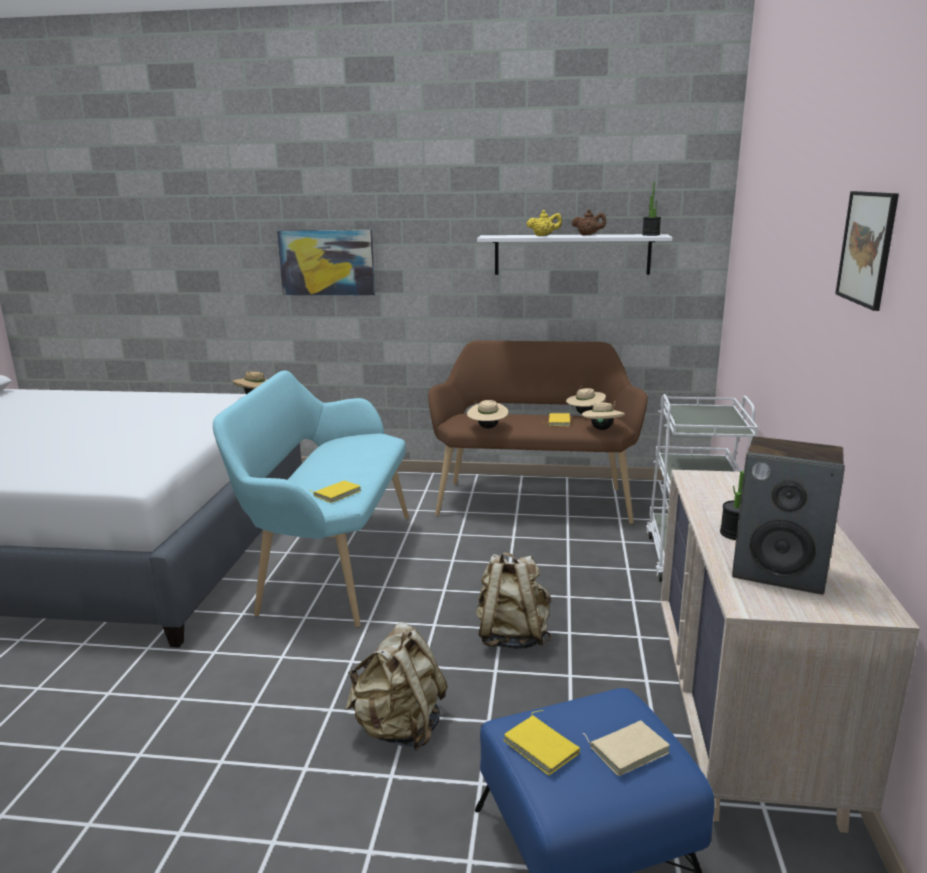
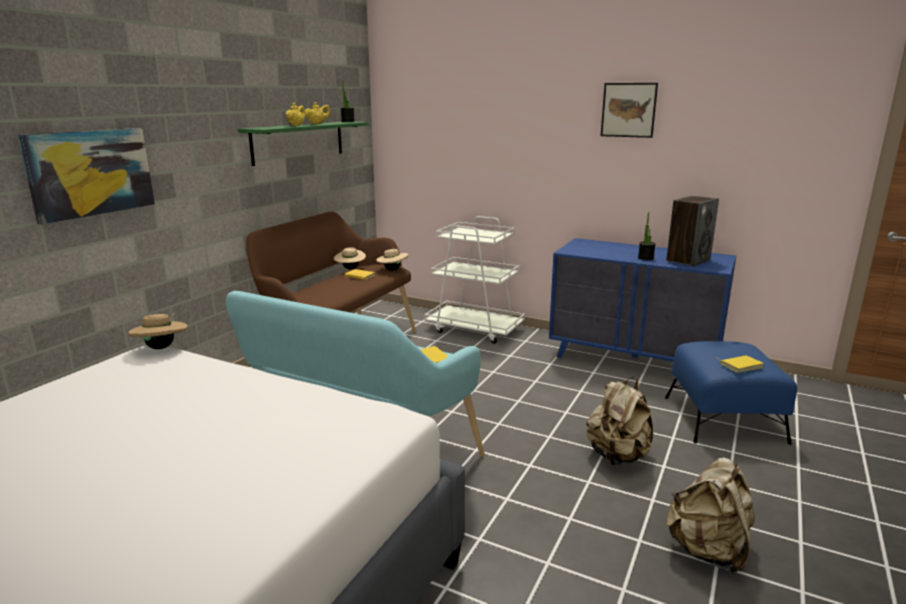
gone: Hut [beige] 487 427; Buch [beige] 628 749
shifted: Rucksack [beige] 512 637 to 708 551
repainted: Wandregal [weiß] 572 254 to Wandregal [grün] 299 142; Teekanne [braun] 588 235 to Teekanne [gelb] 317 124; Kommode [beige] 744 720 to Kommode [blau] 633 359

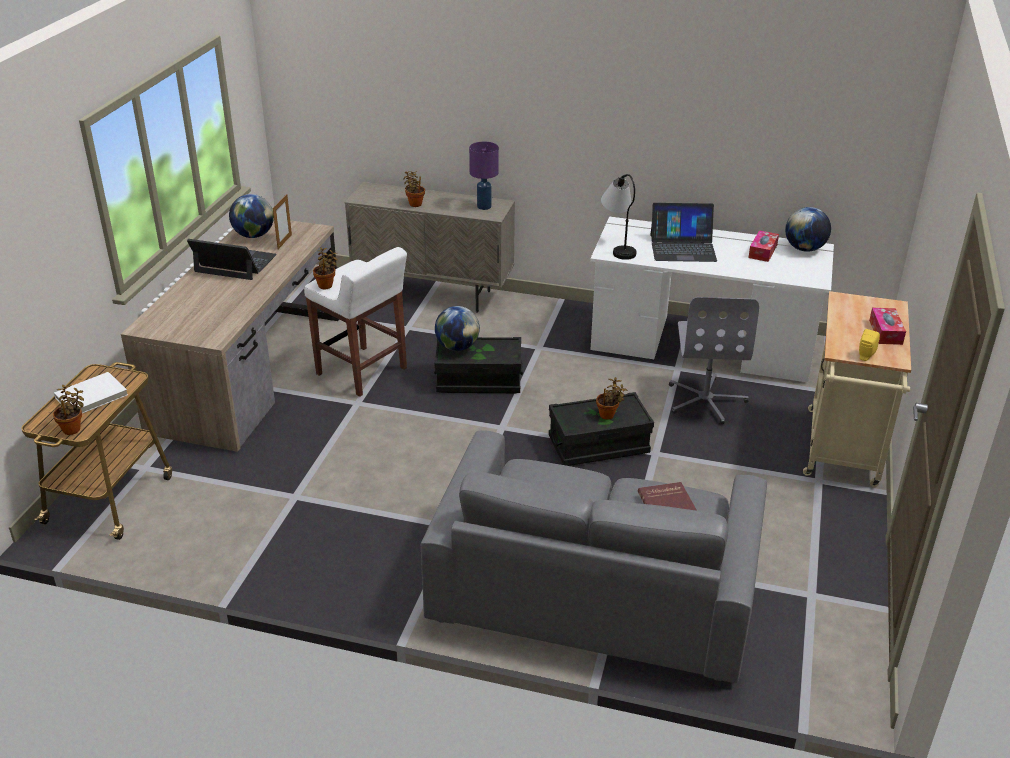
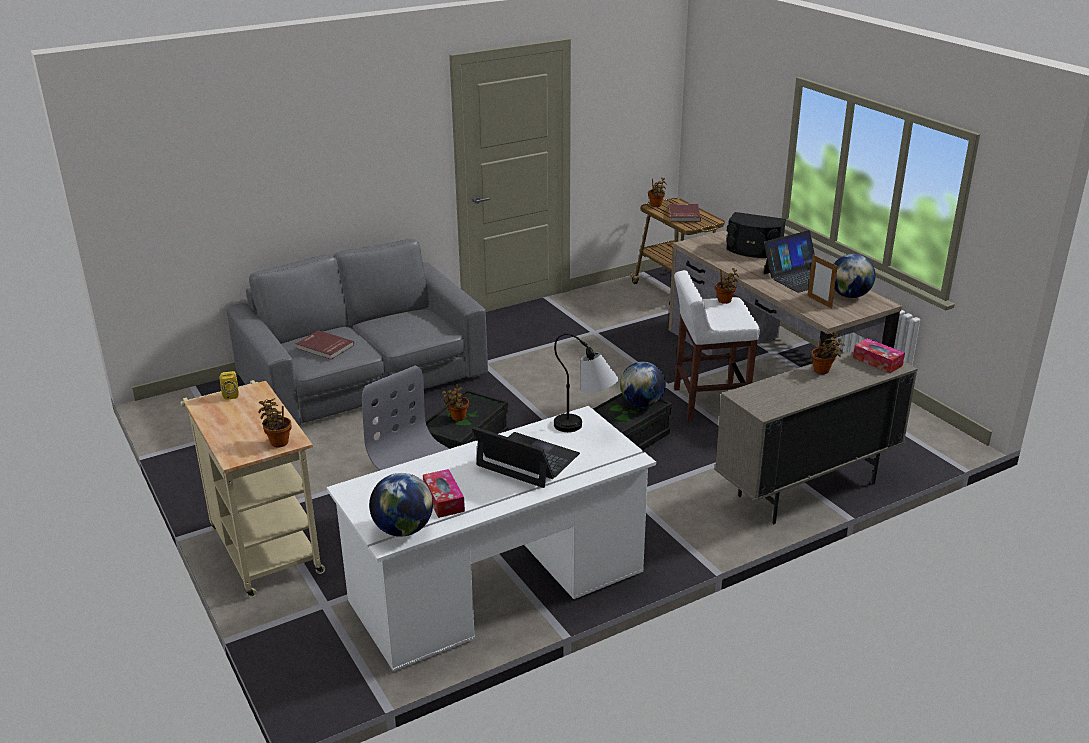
gone: Tischlampe [lila] 484 206
new: Topfpflanze 278 442; Lautsprecher [schwarz] 753 250
shifted: Taschentuchbox 885 332 to 877 362
repainted: Buch [weiß] 92 397 to Buch [rot] 683 214
rotated: Laptop 682 248 = 527 460 75 degrees clockwise

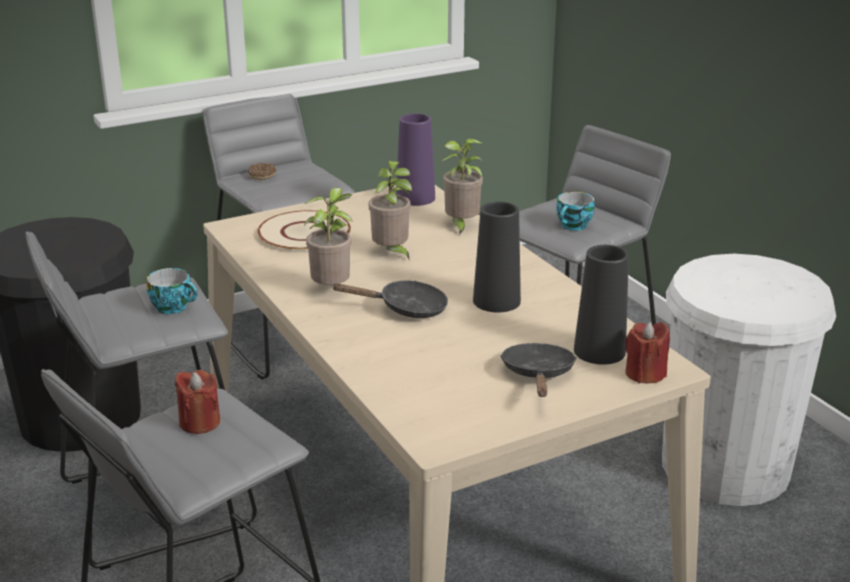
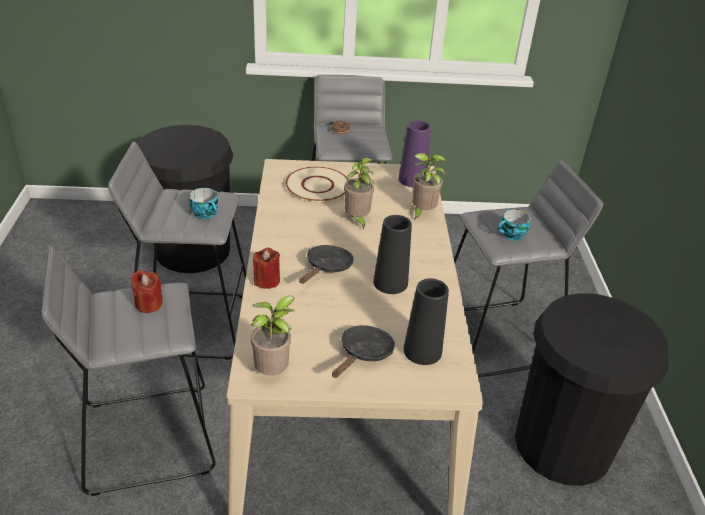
shifted: Topfpflanze 332 290 to 274 372; Kerze [rot] 645 374 to 267 281
repainted: Mülleimer [weiß] 725 466 to Mülleimer [schwarz] 563 444
rotated: Pfanne [schwarz] 406 309 = 327 267 90 degrees counterclockwise

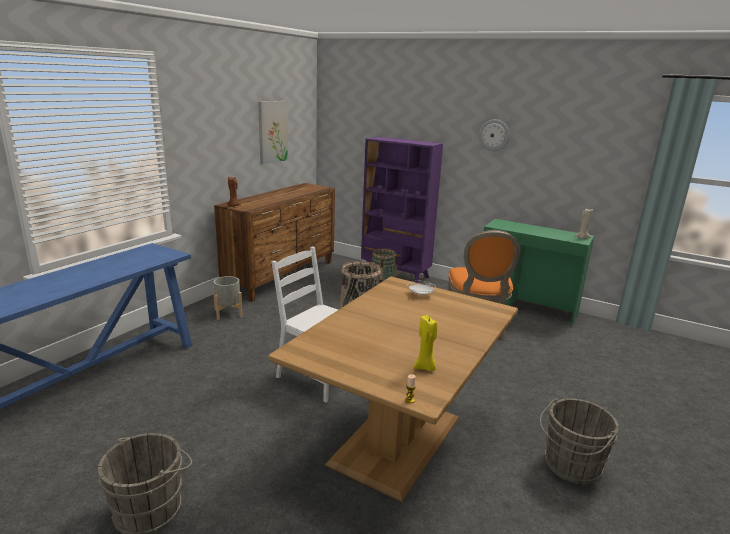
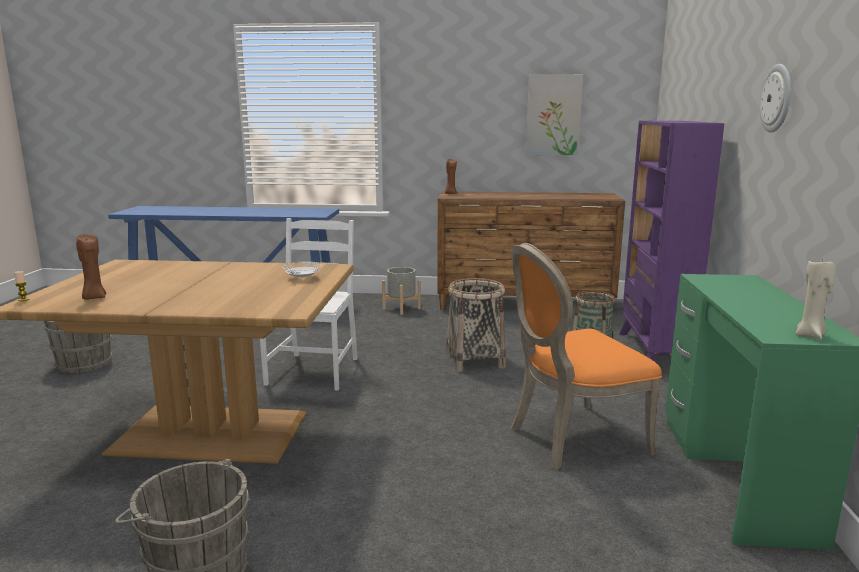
repainted: Kerze [gelb] 425 367 to Kerze [braun] 94 298

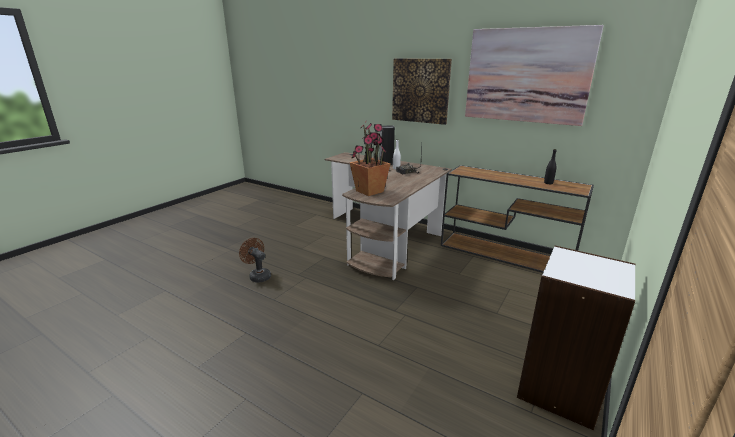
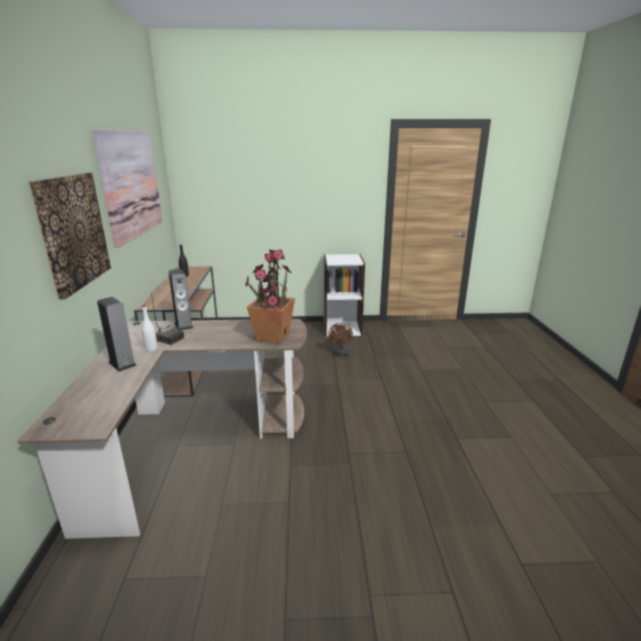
new: Lautsprecher 183 325
shifted: Ventilator [braun] 258 276 to 340 353

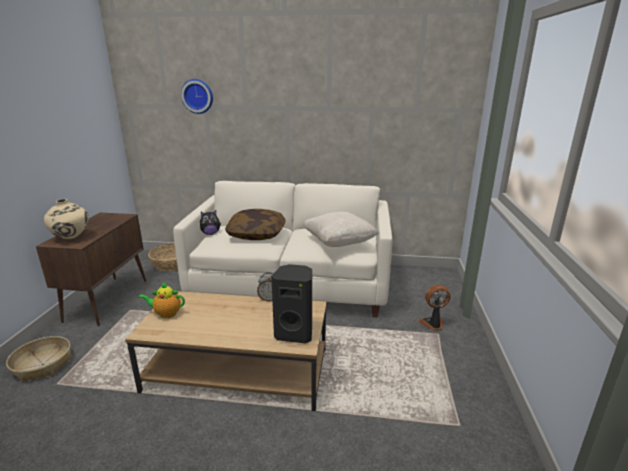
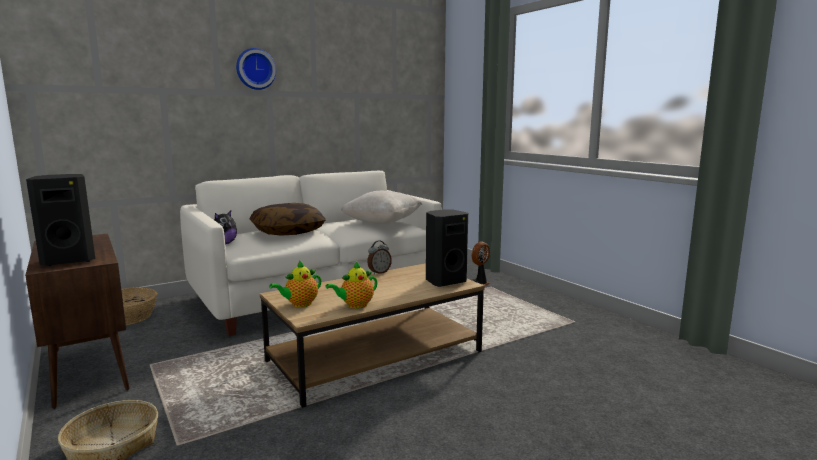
new: Teekanne 355 305
shifted: Wanduhr 198 96 to 255 69
swapped: Vase [beige] 72 238 to Lautsprecher [schwarz] 69 260

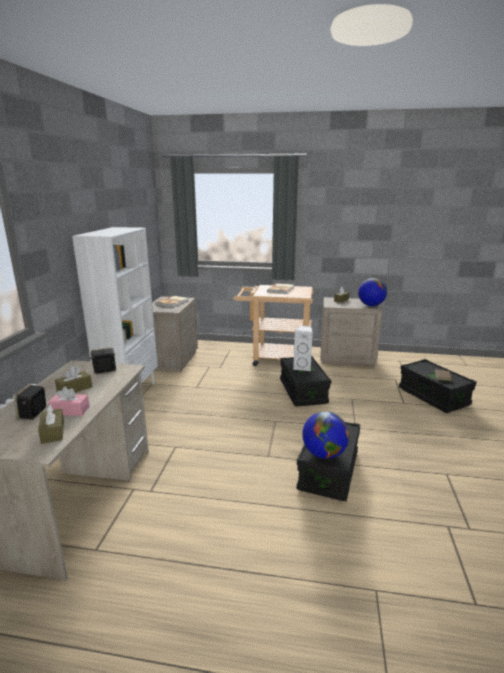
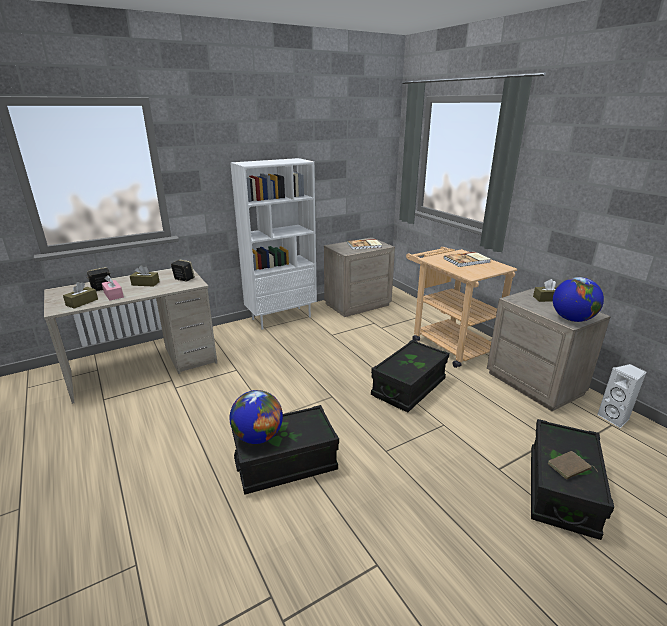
shifted: Lautsprecher [weiß] 302 367 to 615 418

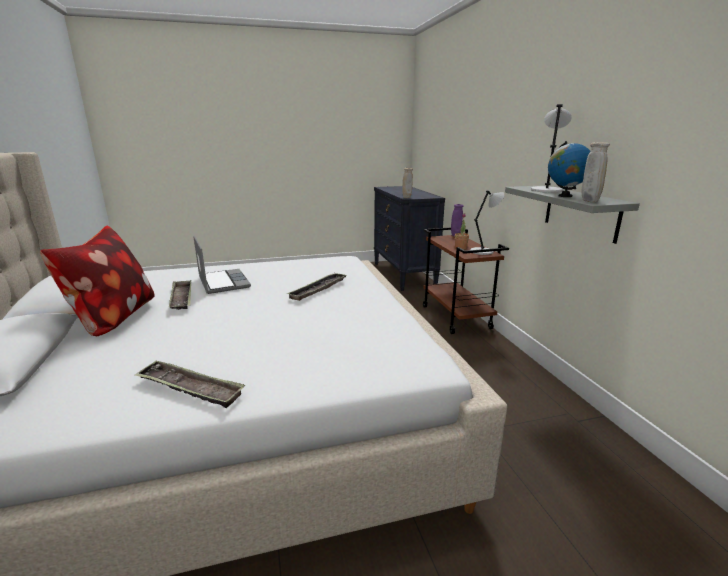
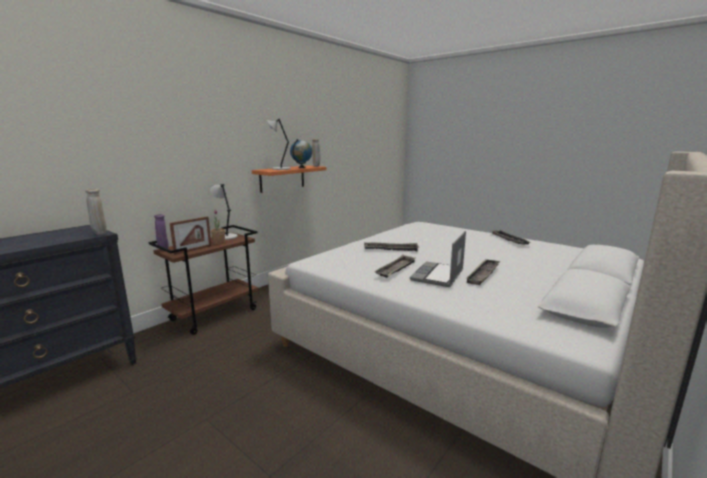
gone: Kissen 113 319
new: Bilderrahmen 193 250; Tablett 396 269
repainted: Wandregal [grau] 581 212 to Wandregal [orange] 282 178

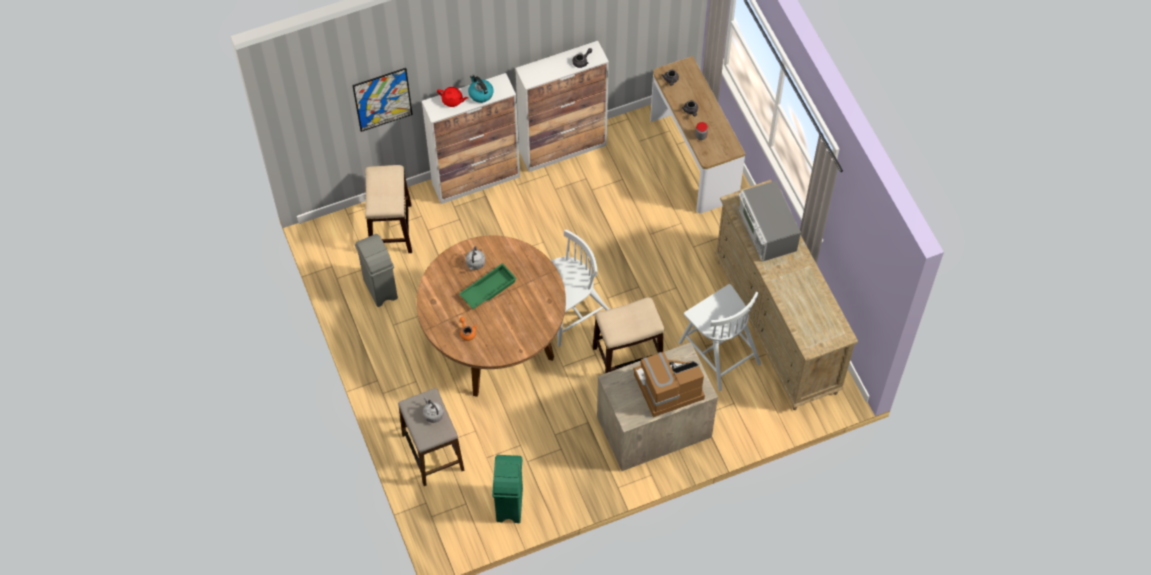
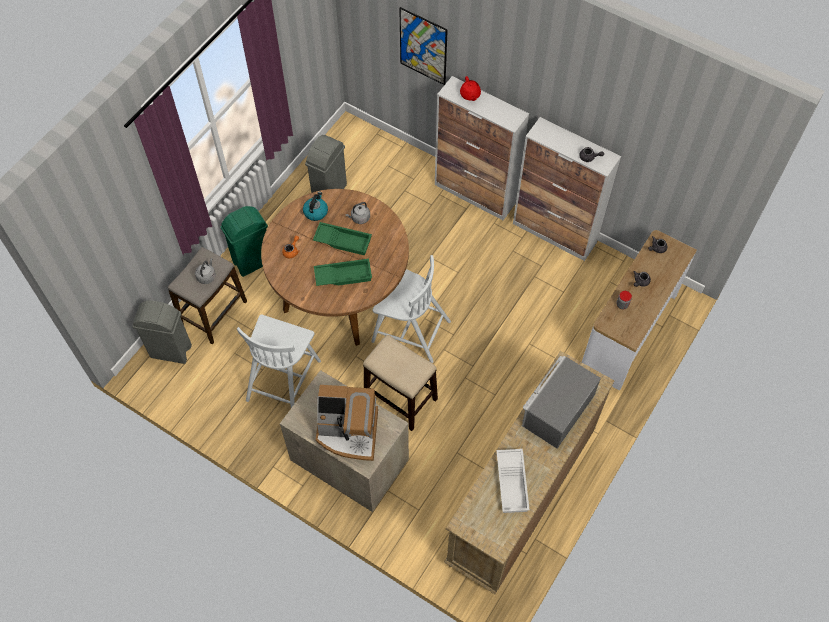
gone: Hocker 391 228
new: Mülleimer [grau] 171 351; Tablett [grün] 343 275; Tablett [weiß] 513 483
shifted: Mülleimer [grün] 509 505 to 252 261; Stuhl [weiß] 718 351 to 284 379; Wasserkessel 480 94 to 315 212
rotated: Kaffeemaschine 668 388 = 348 432 150 degrees clockwise

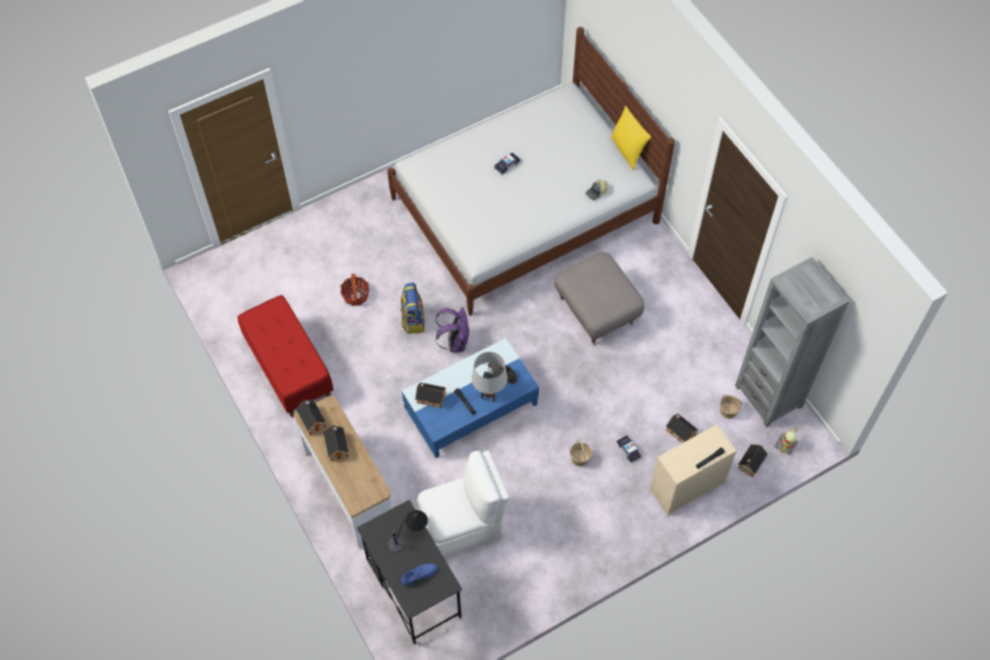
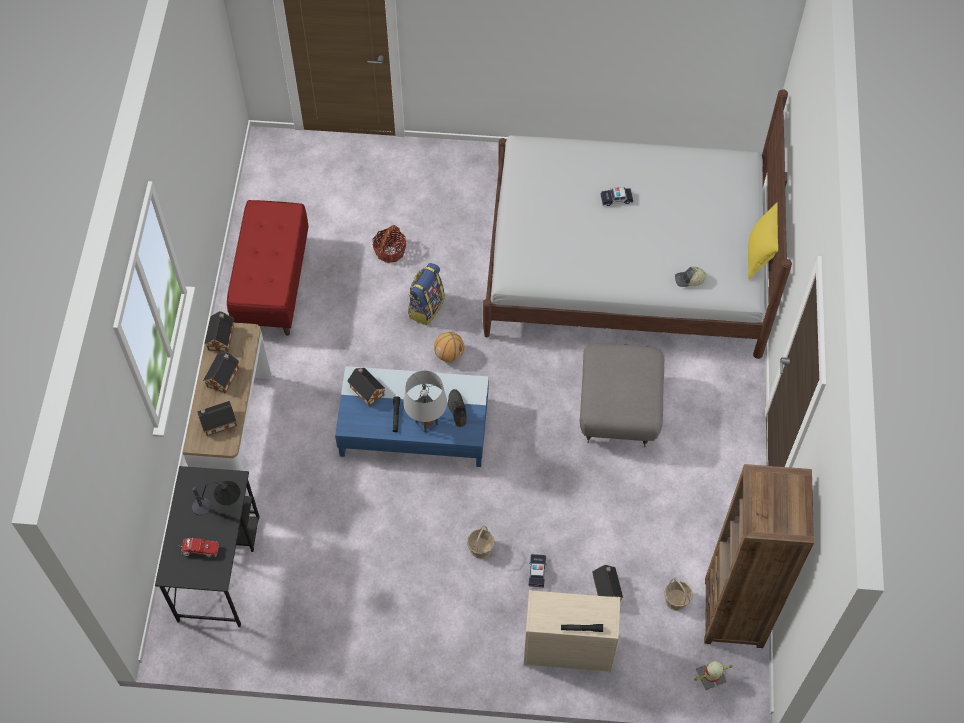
gone: Stuhl [weiß] 462 526
shifted: Spielzeughaus 750 464 to 217 422
swapped: Schuh [blau] 419 574 to Spielzeuglaster 198 549; Rucksack [lila] 455 342 to Basketball 449 354
repainted: Bücherregal [grau] 768 396 to Bücherregal [braun] 734 613

